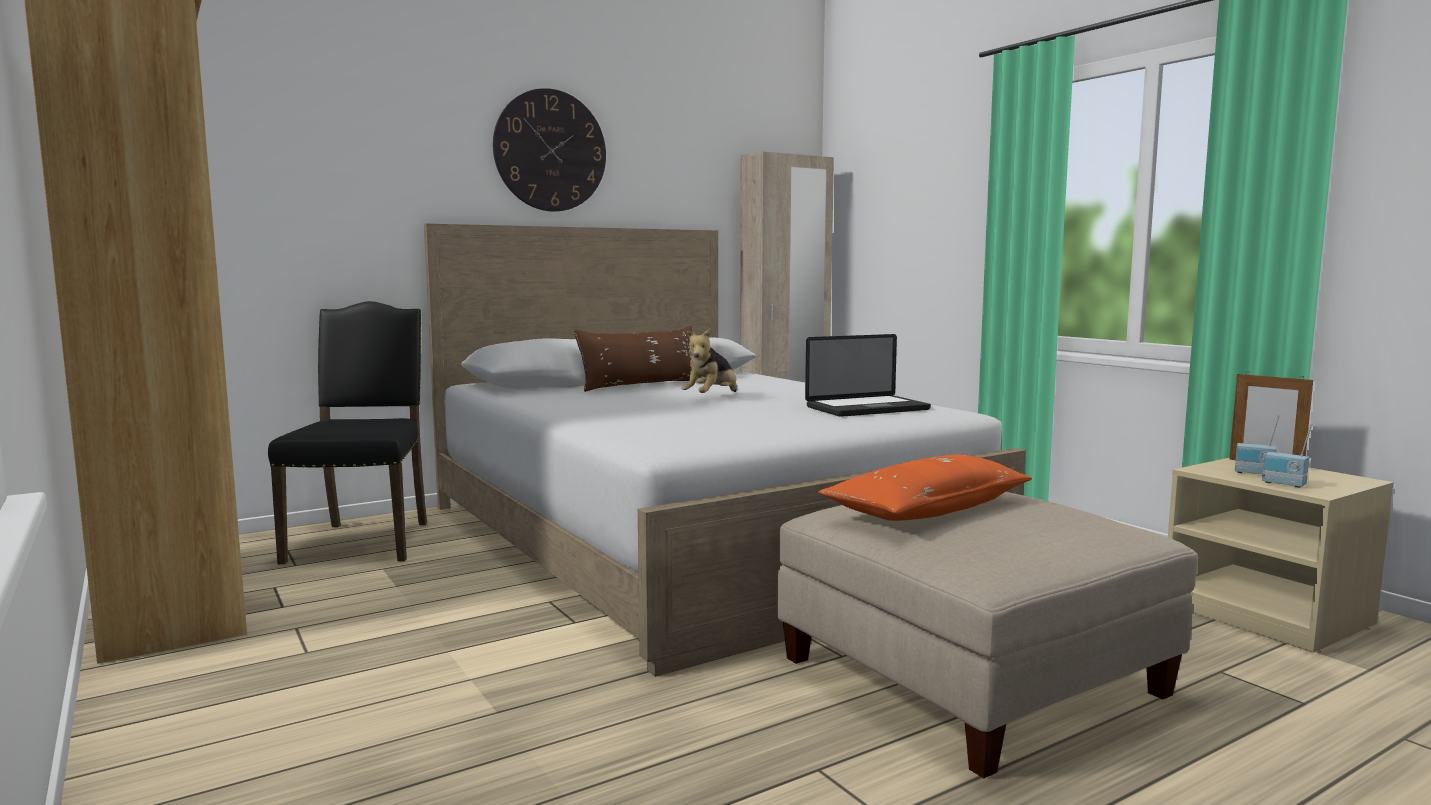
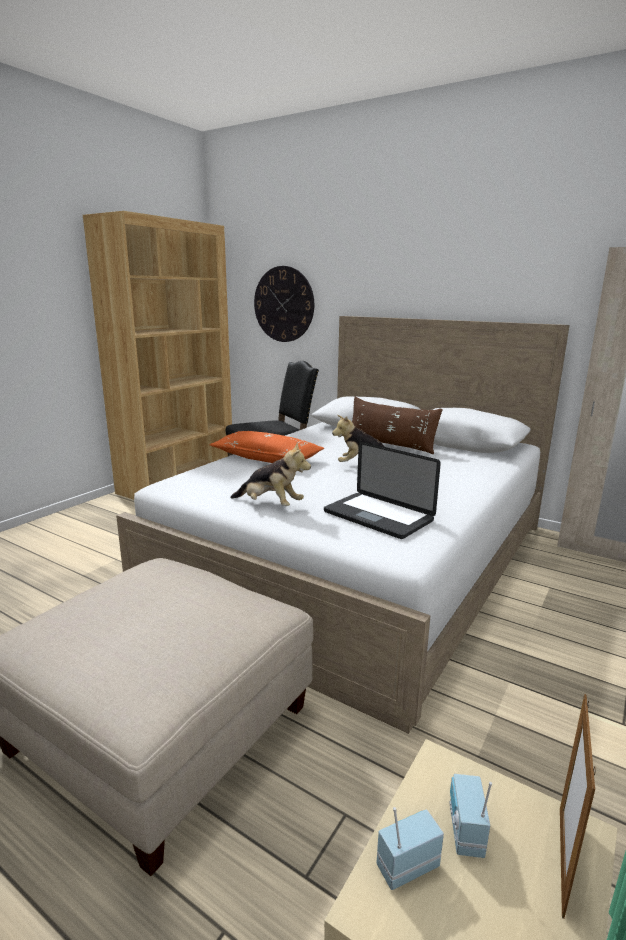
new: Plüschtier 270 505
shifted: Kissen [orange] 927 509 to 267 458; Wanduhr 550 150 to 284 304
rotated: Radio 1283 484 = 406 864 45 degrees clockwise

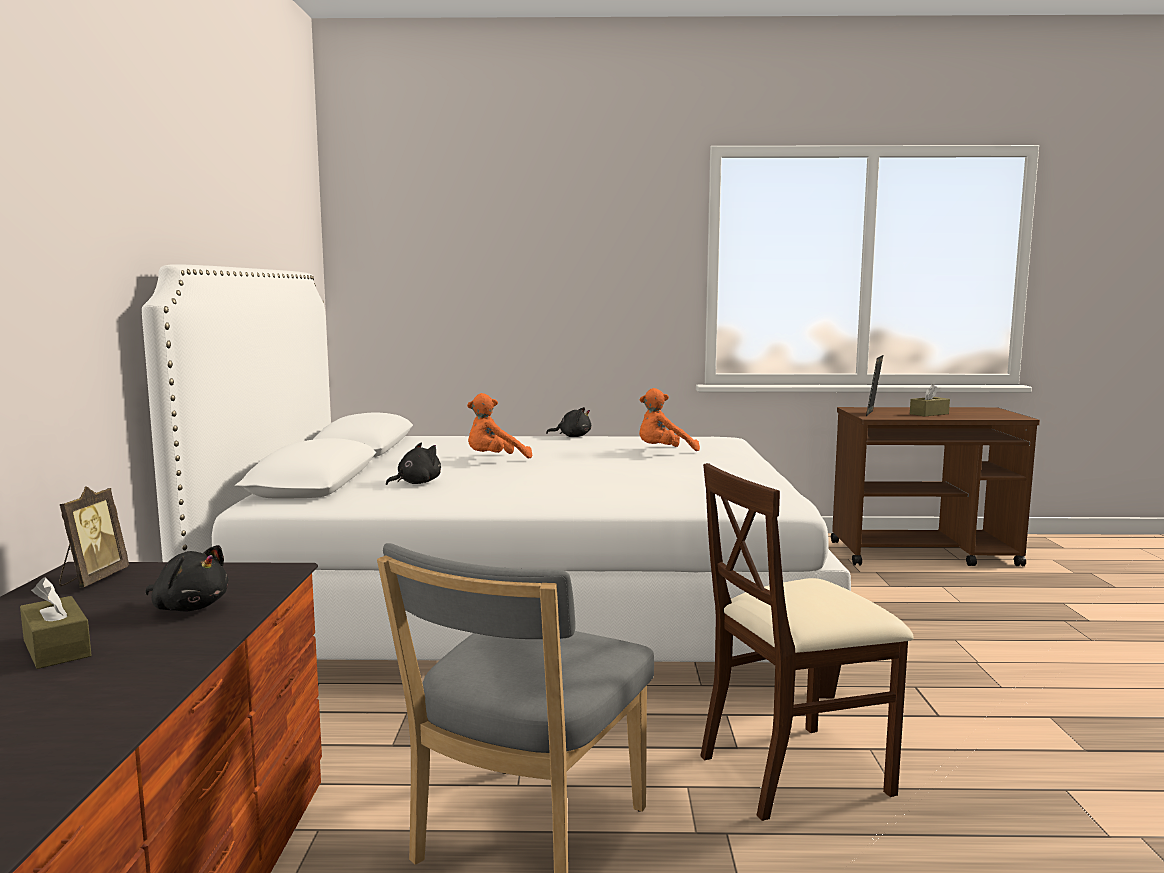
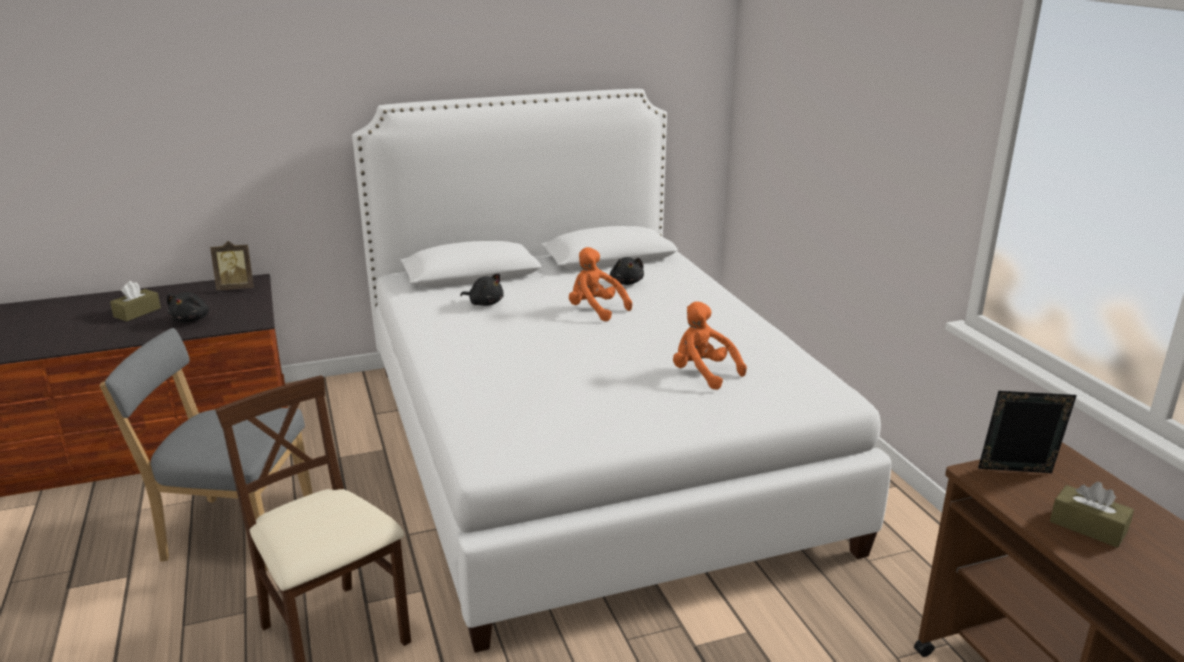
shifted: Plüschtier [schwarz] 572 436 to 626 282

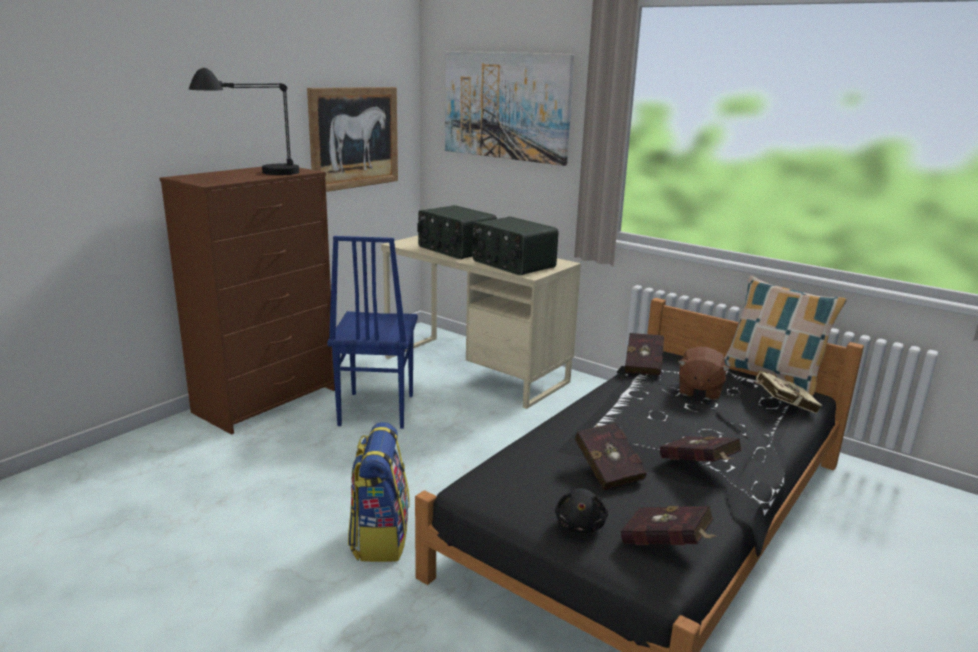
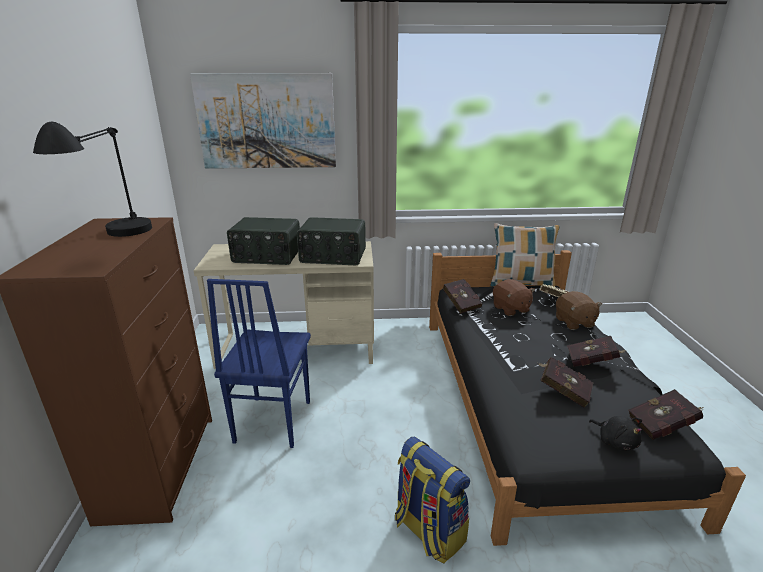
gone: Bild 354 138
new: Plüschtier [braun] 574 322
rotated: Stuhl [blau] 375 410 = 271 422 45 degrees clockwise

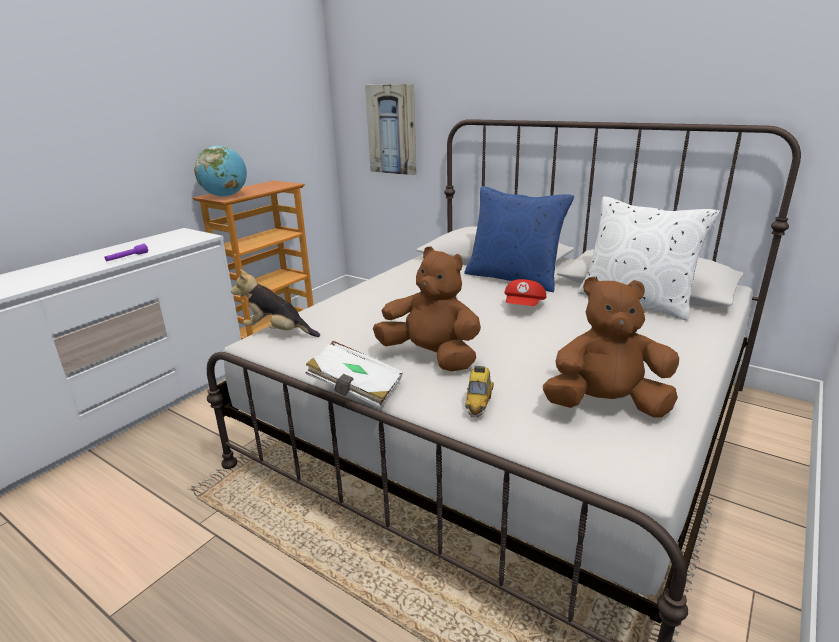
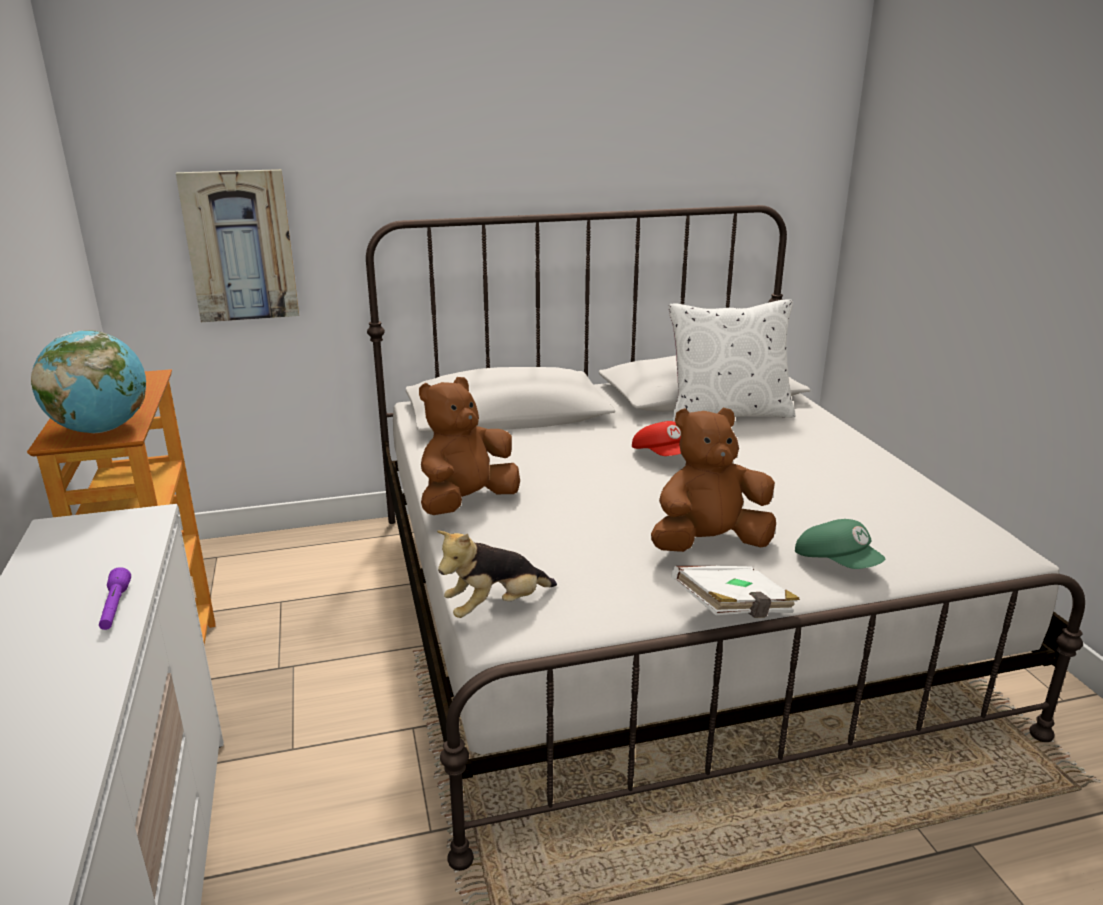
gone: Kissen [blau] 513 278
shifted: Plüschtier [braun] 606 405 to 466 502
swapped: Spielzeugauto 478 404 to Kappe [grün] 836 563

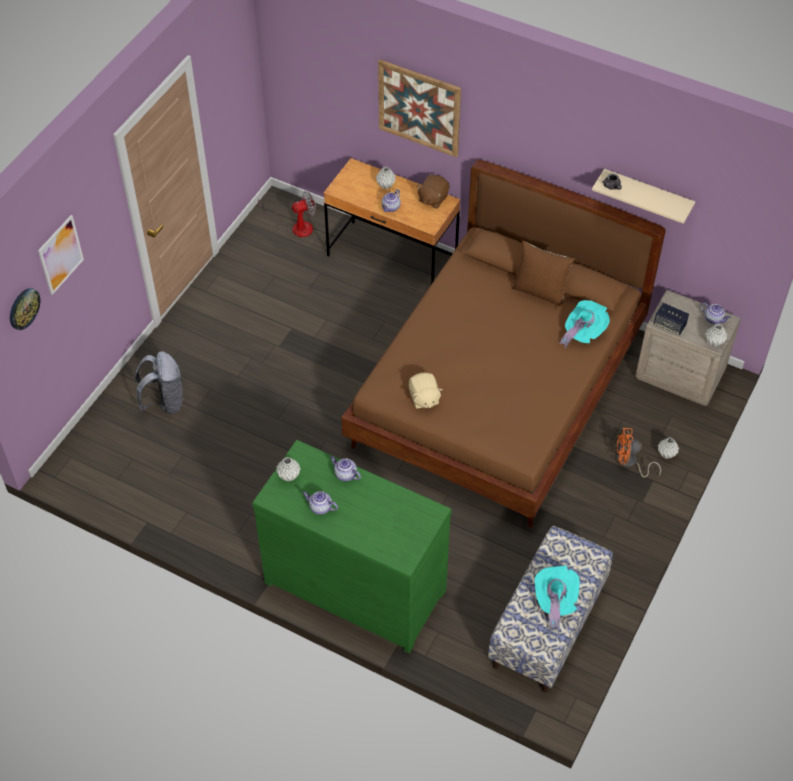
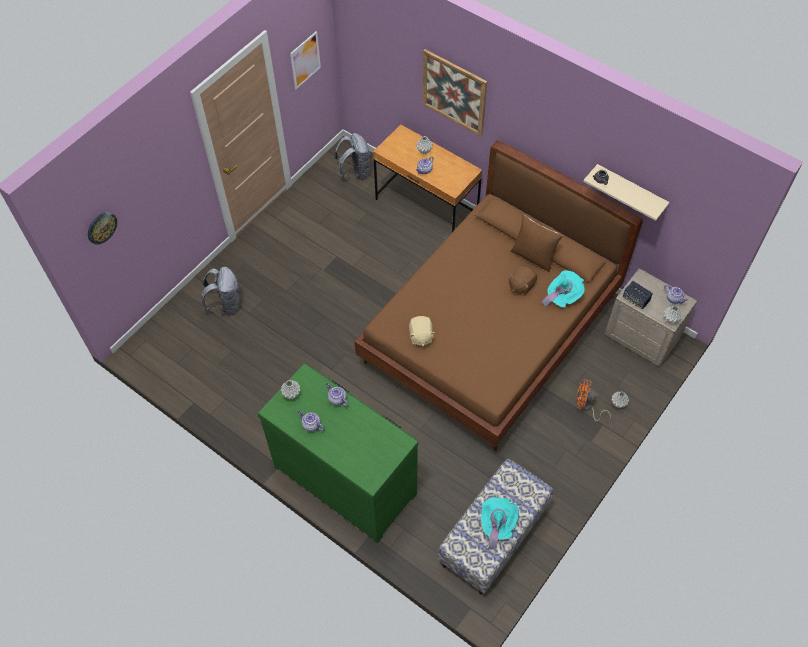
shifted: Bild 60 254 to 305 60; Plüschtier [braun] 433 199 to 521 285
swapped: Ventilator 295 226 to Rucksack [grau] 355 172

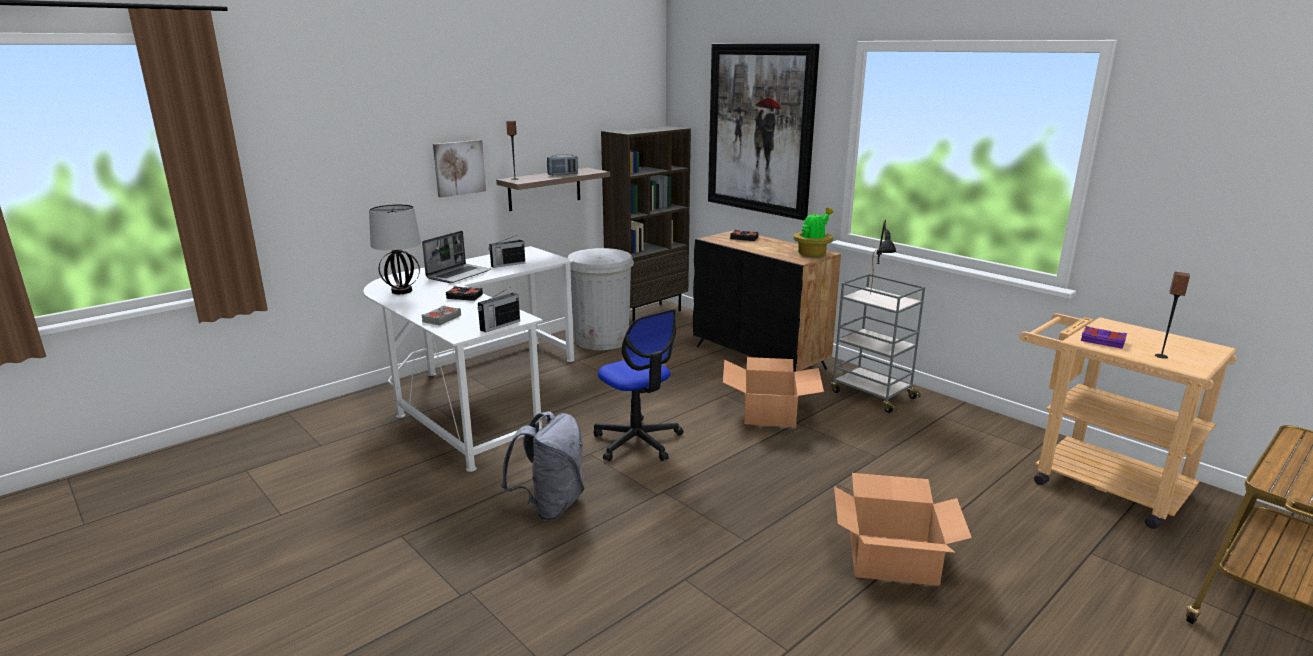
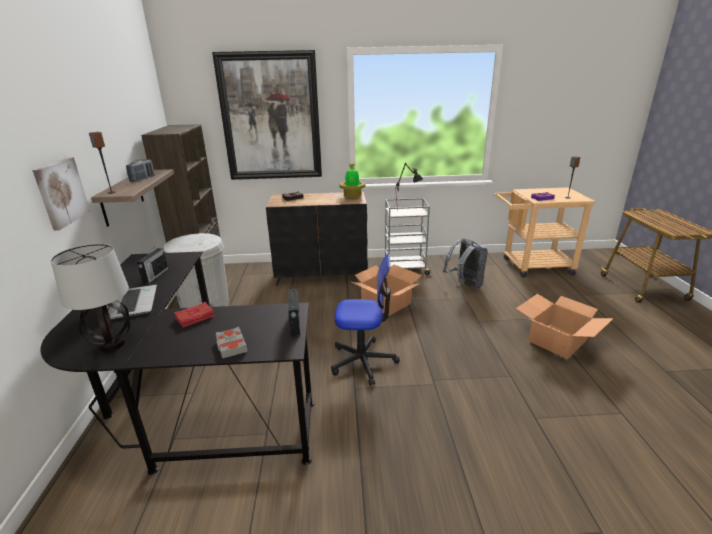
shifted: Rucksack [grau] 550 505 to 465 285
repainted: Schreibtisch [weiß] 476 395 to Schreibtisch [schwarz] 189 405; Buch [schwarz] 464 297 to Buch [rot] 195 317

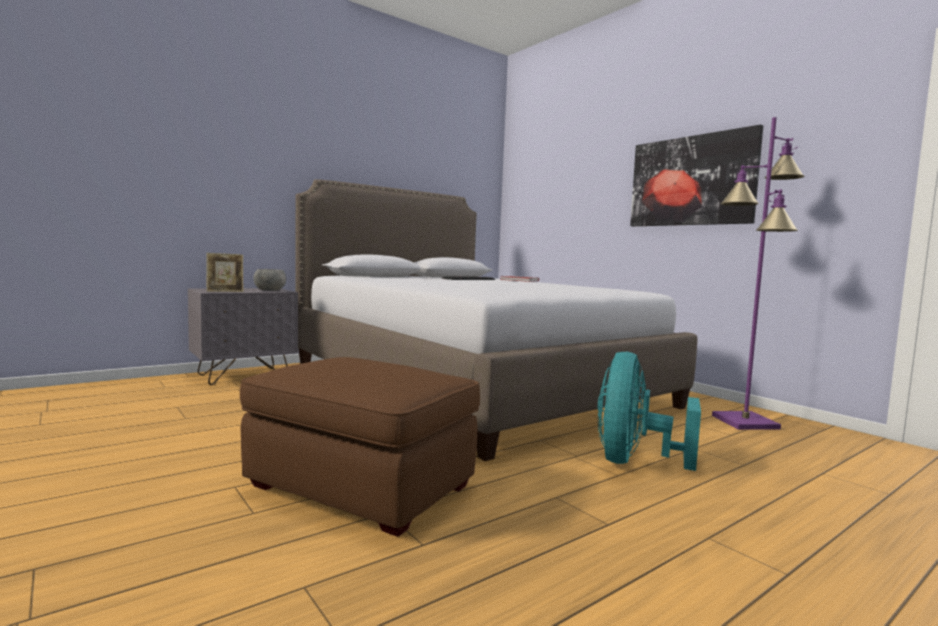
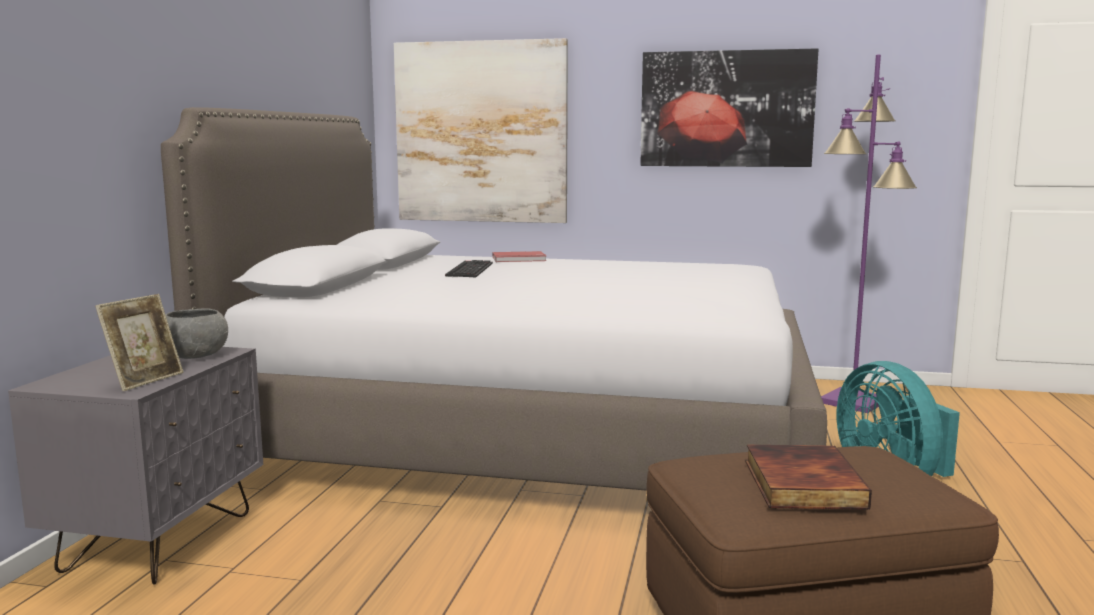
new: Bild 481 132; Buch 800 483

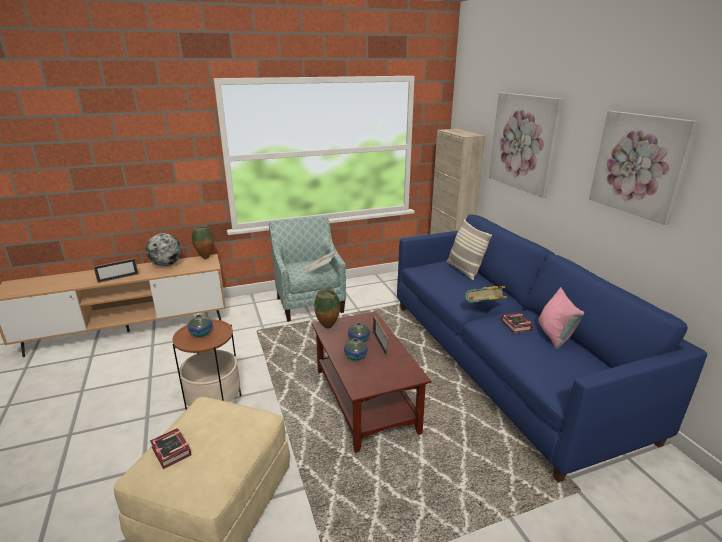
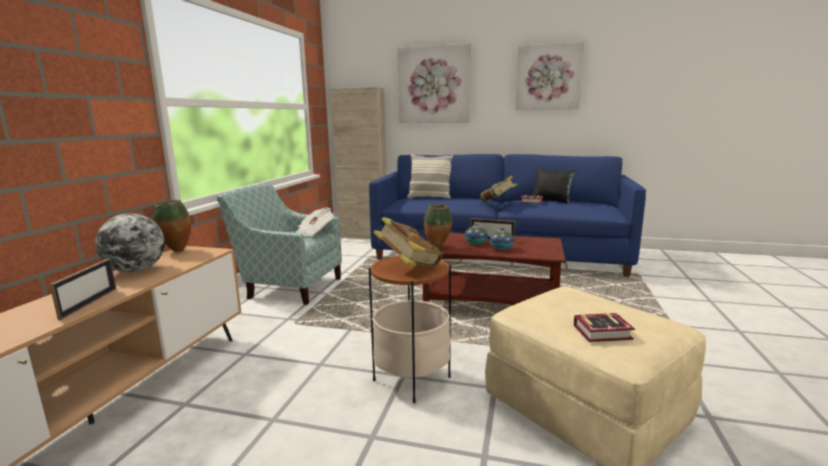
swapped: Vase 201 333 to Buch 408 267
repainted: Kissen [rosa] 554 336 to Kissen [schwarz] 551 200

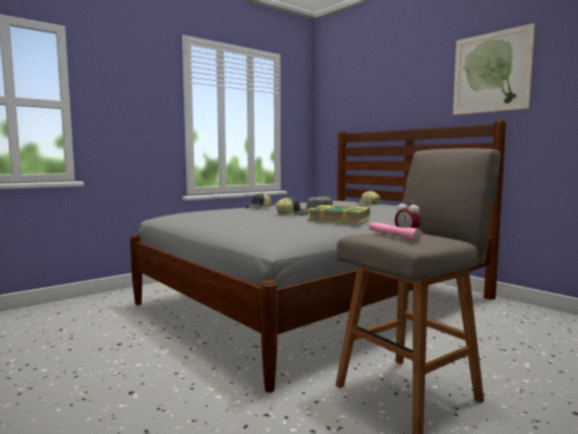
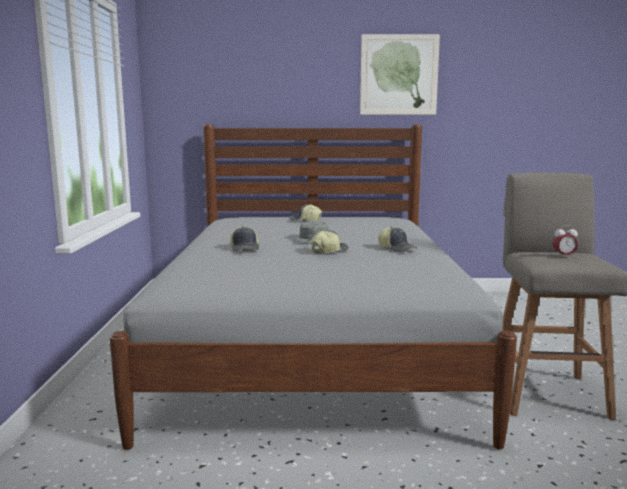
gone: Taschenlampe [rosa] 393 236
swapped: Buch 339 220 to Kappe 397 248

